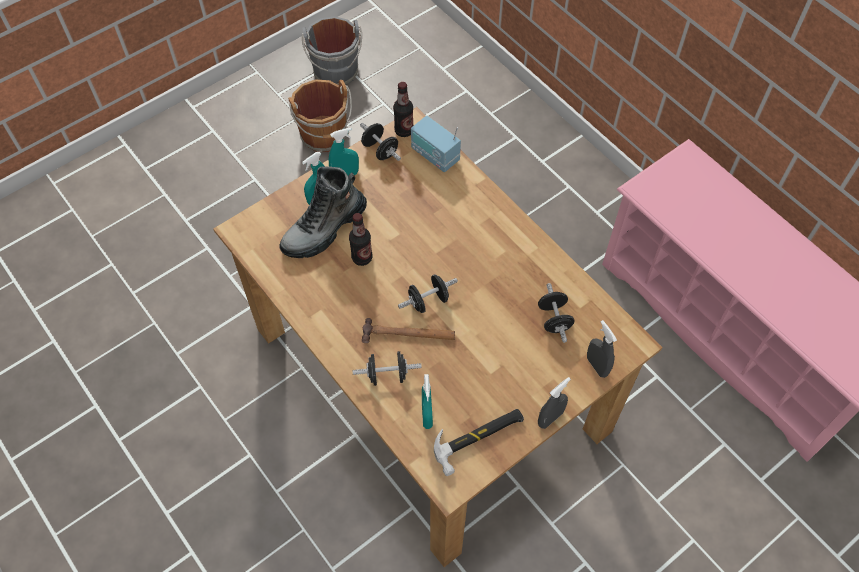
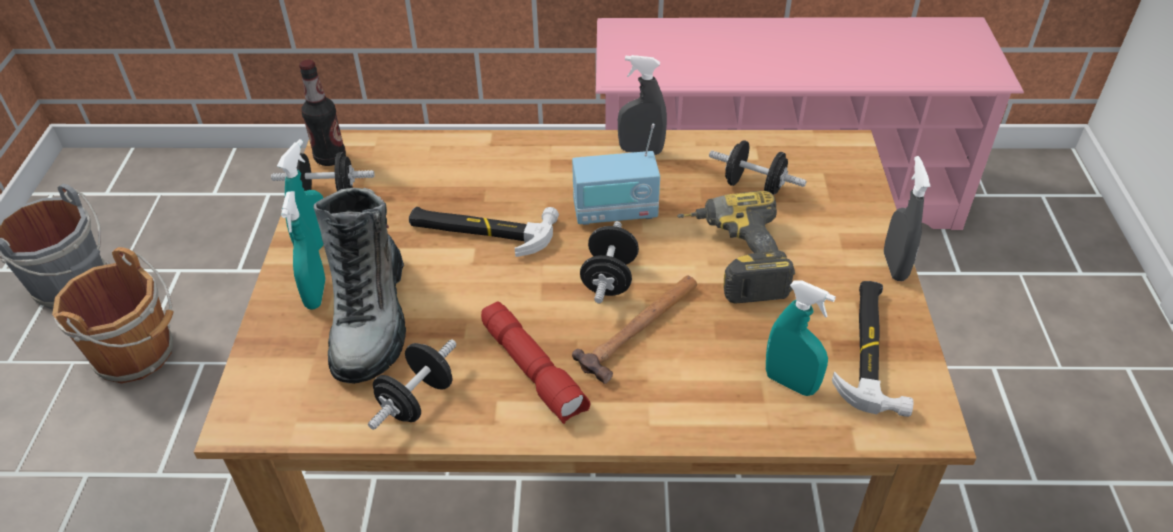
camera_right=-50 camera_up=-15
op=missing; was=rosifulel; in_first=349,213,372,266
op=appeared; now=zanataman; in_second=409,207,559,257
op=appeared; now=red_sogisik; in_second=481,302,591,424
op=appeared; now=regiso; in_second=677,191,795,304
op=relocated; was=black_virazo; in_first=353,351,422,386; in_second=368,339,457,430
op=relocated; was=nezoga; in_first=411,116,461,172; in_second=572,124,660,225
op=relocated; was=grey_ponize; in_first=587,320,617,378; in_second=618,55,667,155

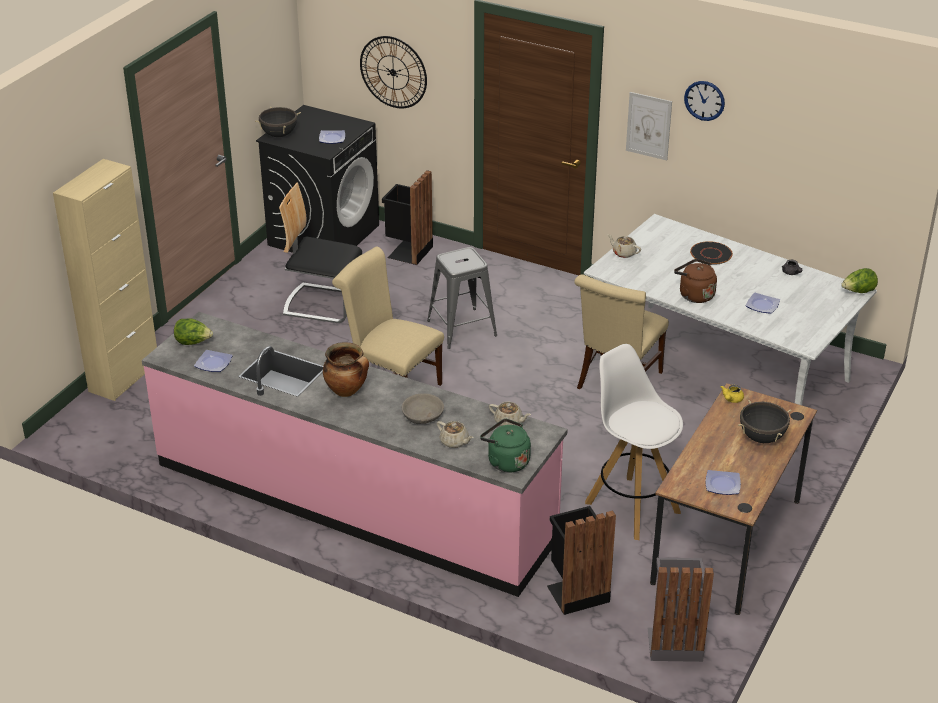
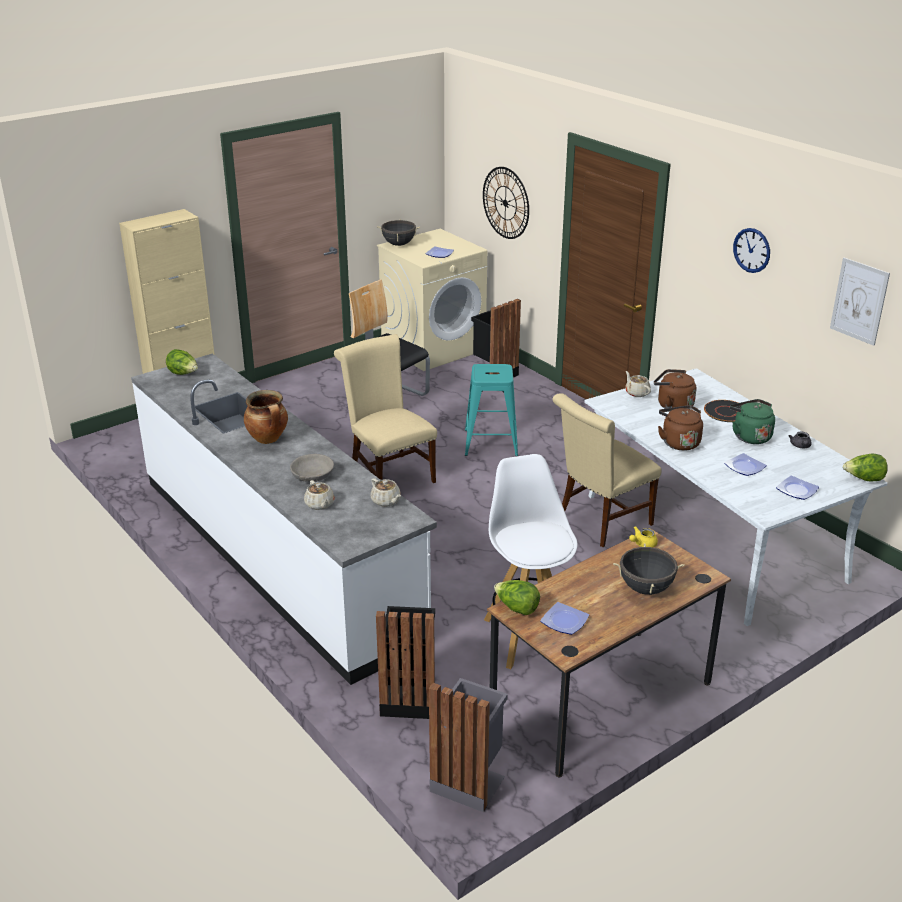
camera_right=25 camera_up=-5
op=appeared; now=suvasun; in_second=494,580,540,615
op=appeared; now=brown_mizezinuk; in_second=654,369,696,409
op=relocated; was=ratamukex; in_first=194,350,233,372; in_second=776,476,819,500
op=relocated; was=green_mizezinuk; in_first=480,419,531,473; in_second=730,399,775,444
op=relocated; was=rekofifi; in_first=626,92,672,160; in_second=830,258,890,346
op=colour; was=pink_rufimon; now=white_rufimon; in_first=142,312,568,597; in_second=131,354,437,685
op=colour; was=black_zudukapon; now=beige_zudukapon; in_first=256,105,379,253; in_second=377,229,487,371
op=colour; was=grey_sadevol; now=turquoise_sadevol; in_first=427,247,497,349; in_second=465,364,518,456

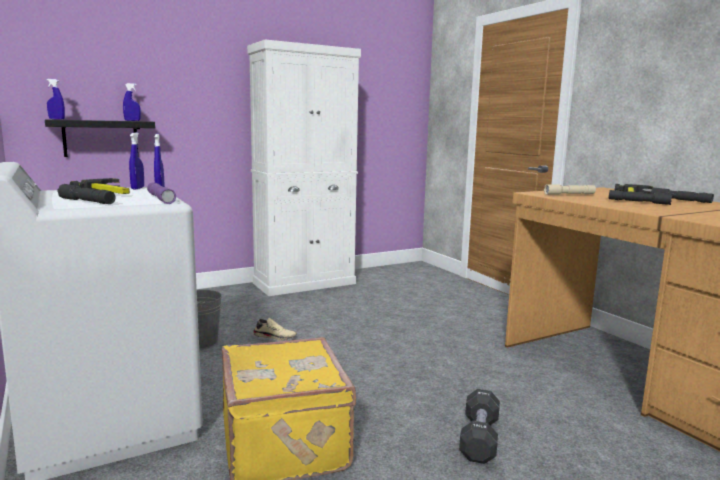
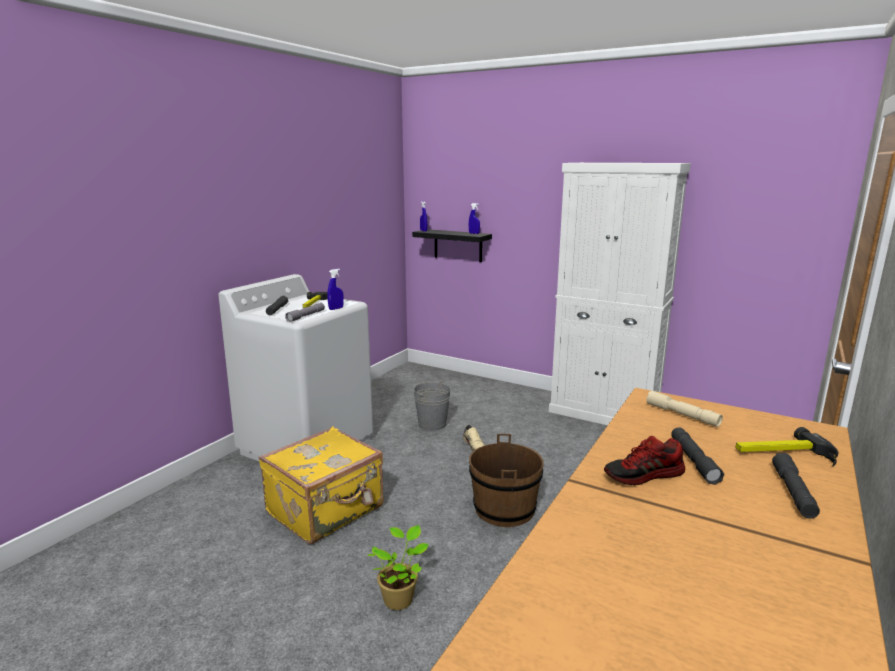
camera_right=60 camera_up=5
op=missing; was=blue_ponize; in_first=129,132,144,189
op=appeared; now=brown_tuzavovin; in_second=469,434,544,527
op=appeared; now=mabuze; in_second=604,436,685,485
op=exchanged; was=black_virazo; now=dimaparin; in_first=459,389,500,464; in_second=367,525,429,610
op=colour; was=purple_sogisik; now=grey_sogisik; in_first=147,182,176,204; in_second=285,303,325,322

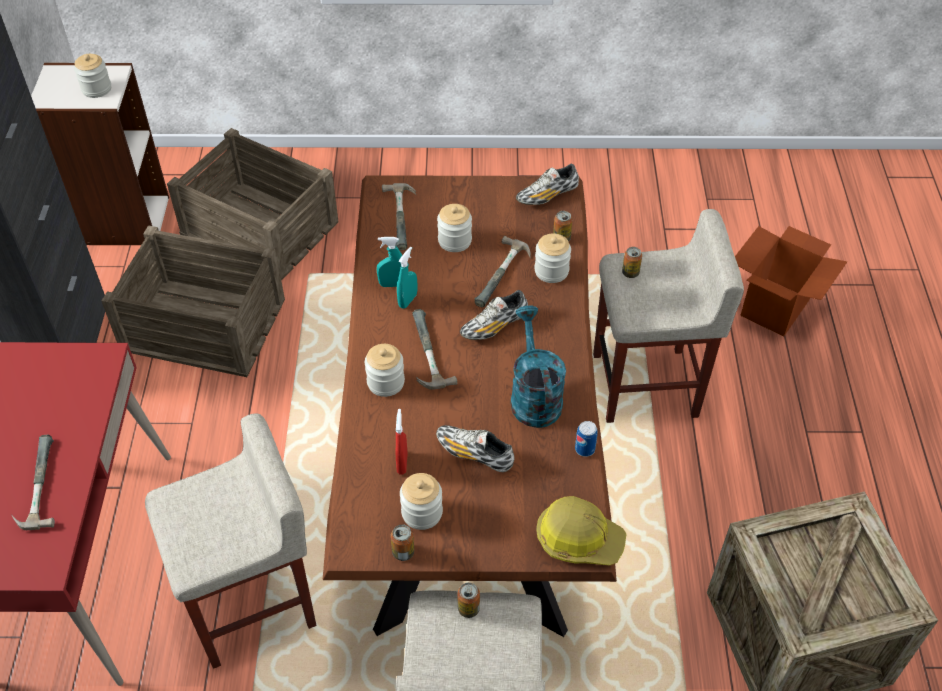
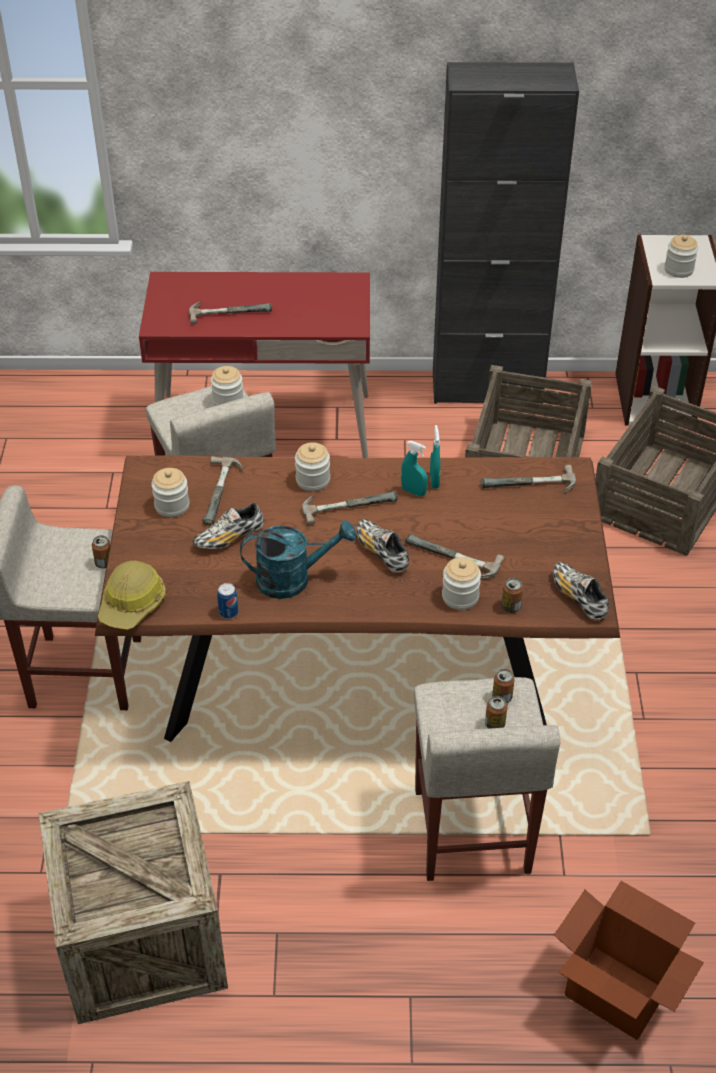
camera_right=90 camera_up=-5
op=relocated; was=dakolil; in_first=391,524,414,561; in_second=485,696,508,729
op=relocated; was=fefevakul; in_first=437,204,472,252; in_second=211,366,244,406
op=exchanged; was=red_ponize; now=zanataman; in_first=396,409,407,475; in_second=202,456,243,526
op=spun; was=mabuze; in_first=436,425,514,472; in_second=193,503,264,549; clockwise=-150

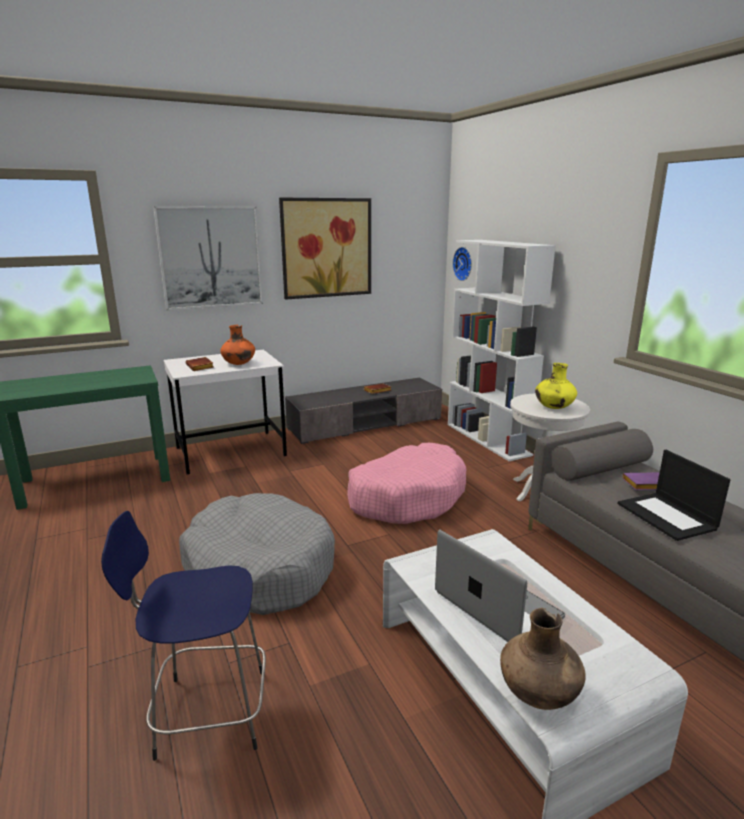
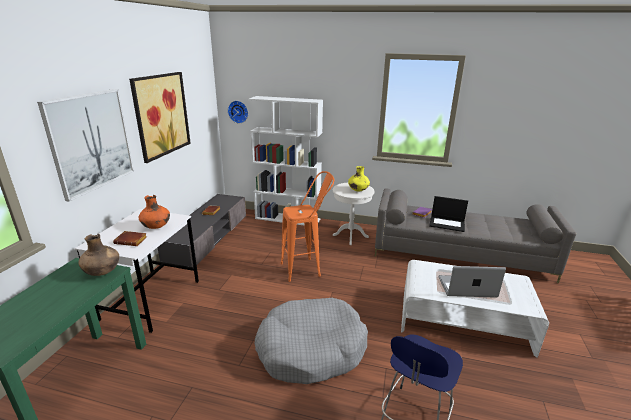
camera_right=-50 camera_up=5
op=relocated; was=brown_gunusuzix; in_first=500,608,586,710; in_second=78,234,119,276
op=exchanged; was=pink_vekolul; now=orange_sadevol; in_first=347,443,467,524; in_second=281,171,334,282

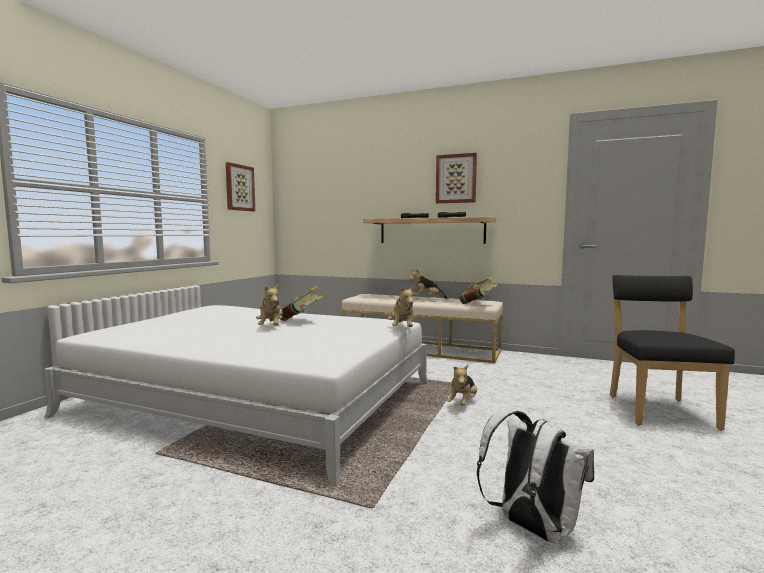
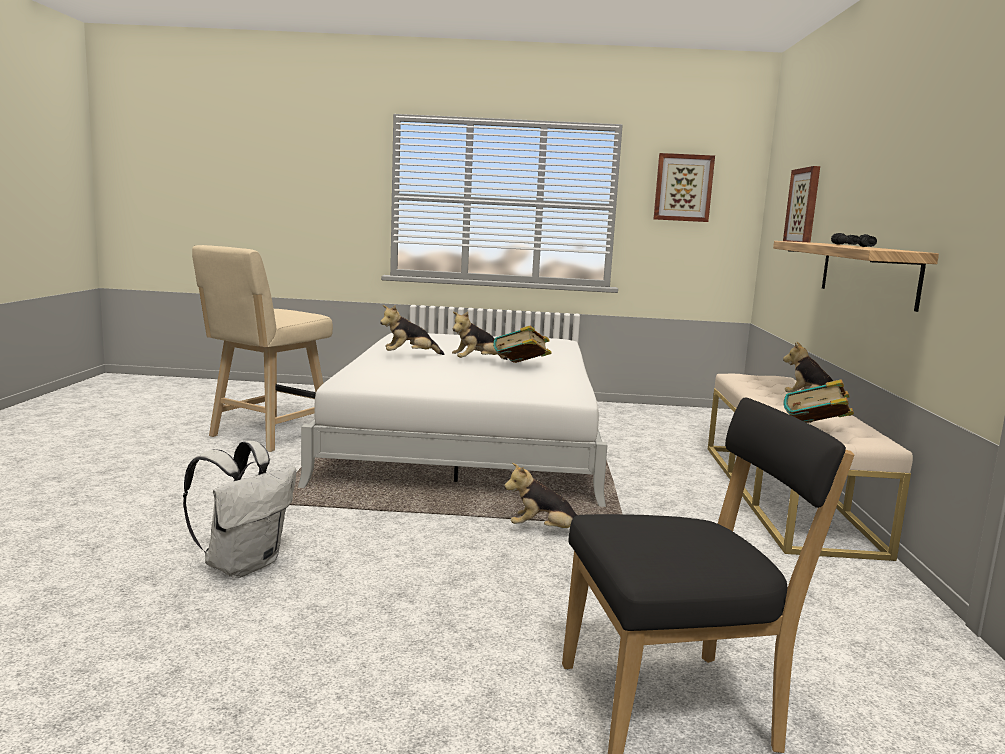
camera_right=70 camera_up=5
op=appeared; now=beige_sadevol; in_second=192,245,333,452
op=relocated; was=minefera; in_first=388,285,414,327; in_second=380,305,444,355
op=relocated; was=rekofifi; in_first=436,153,477,203; in_second=783,166,820,242

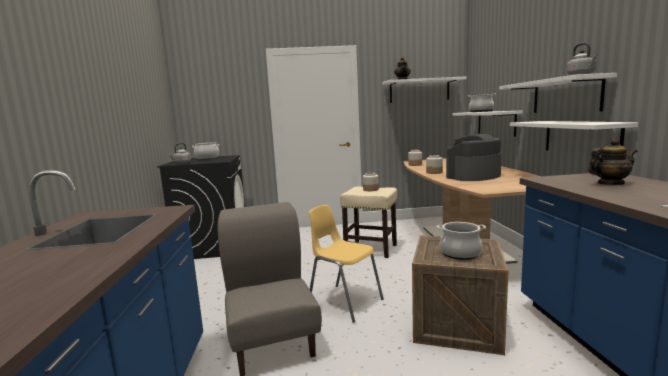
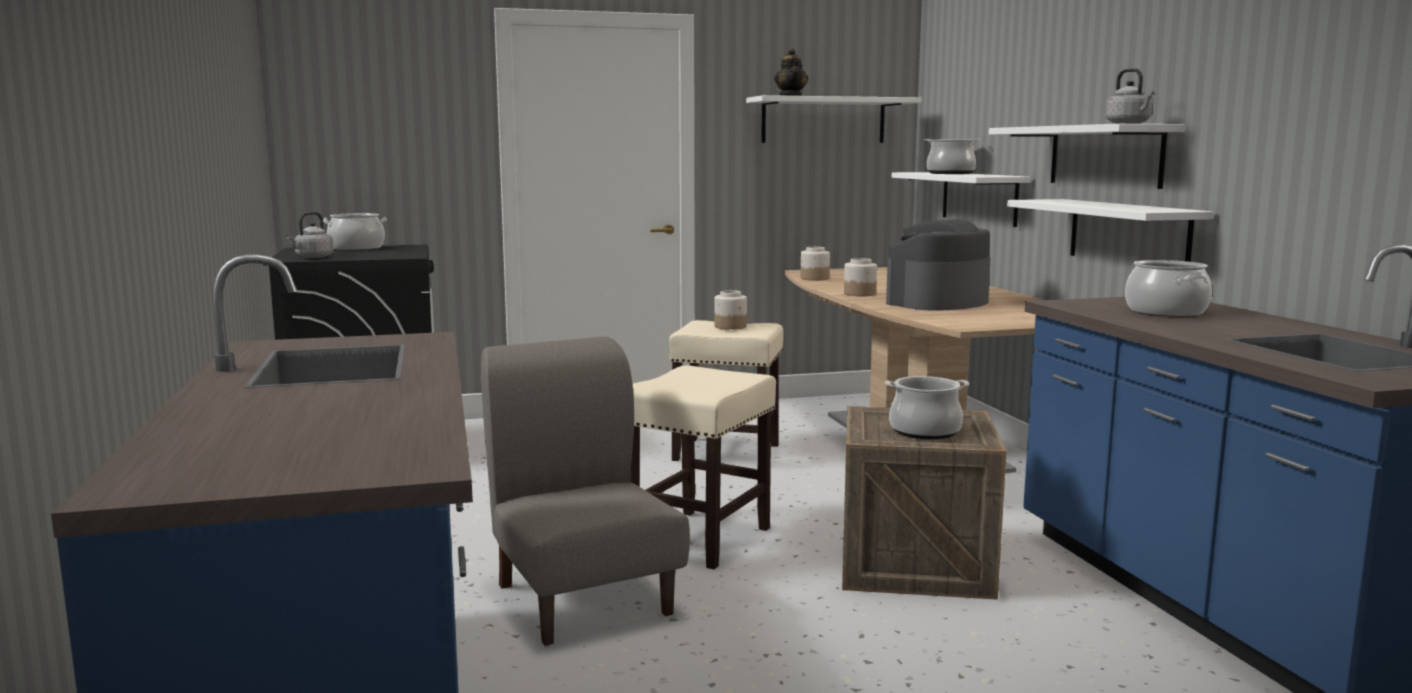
camera_right=-10 camera_up=0
op=exchanged; was=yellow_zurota; now=beige_sadevol; in_first=309,205,384,323; in_second=630,365,776,569
op=exchanged; was=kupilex; now=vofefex; in_first=588,139,638,185; in_second=1125,260,1212,317

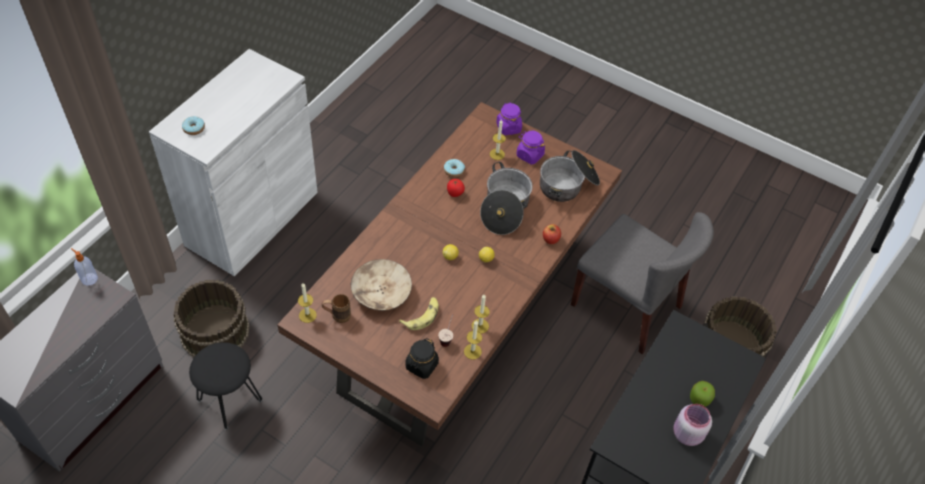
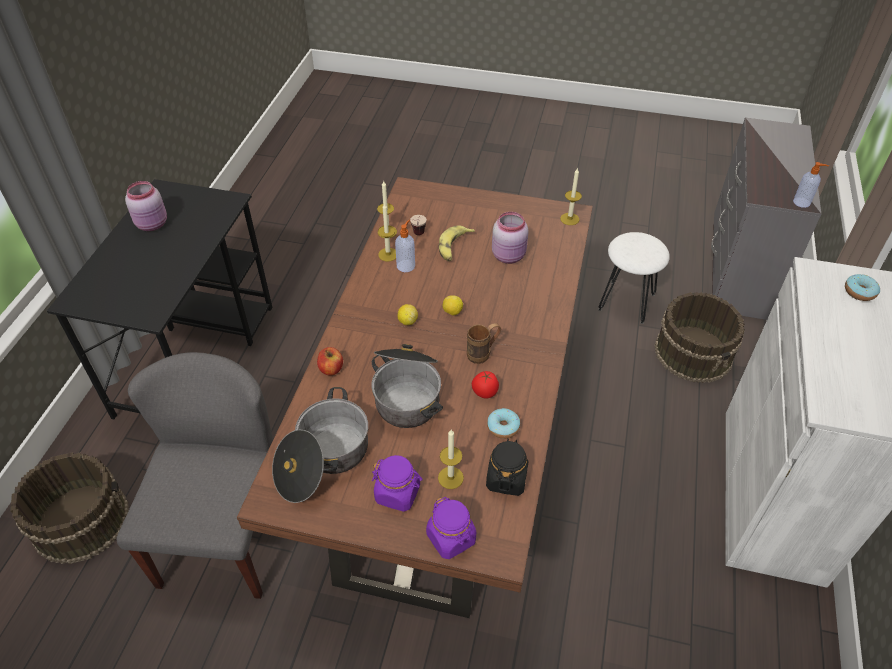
camera_right=165 camera_up=-5
op=missing; was=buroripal; in_first=690,381,715,407
op=appeared; now=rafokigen; in_second=395,220,415,272
op=relocated; was=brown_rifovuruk; in_first=322,294,351,323; in_second=467,323,501,364
op=relocated; was=black_fefevakul; in_first=405,338,439,379; in_second=486,439,528,496
op=exchanged; was=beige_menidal; now=pink_fefevakul; in_first=351,259,412,311; in_second=492,212,529,264
op=colour; was=black_sadevol; now=white_sadevol; in_first=189,342,262,430; in_second=598,232,670,324
op=spun; was=grey_zurota; in_first=571,212,714,354; in_second=116,352,273,599; clockwise=75

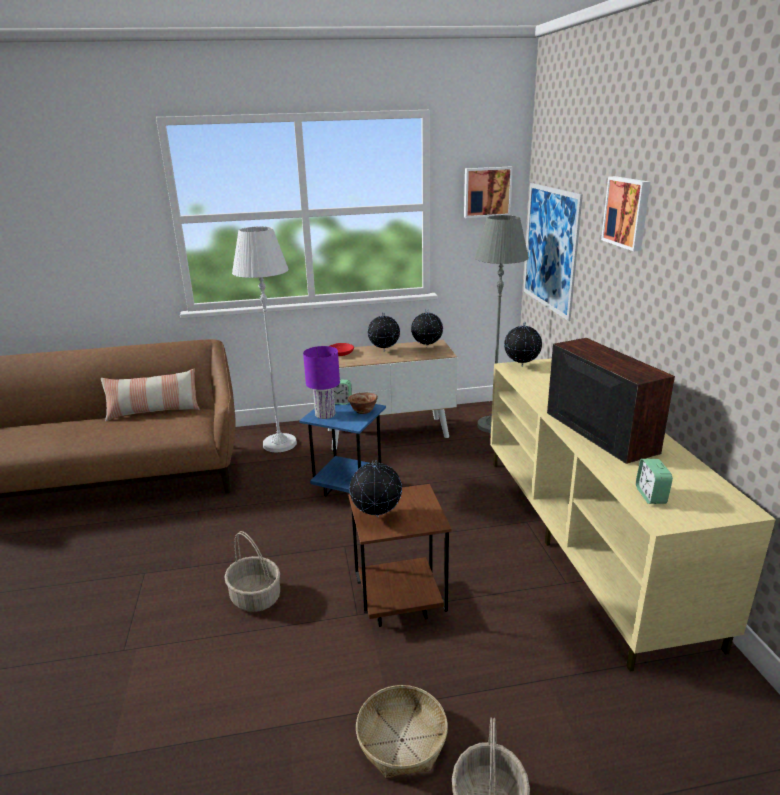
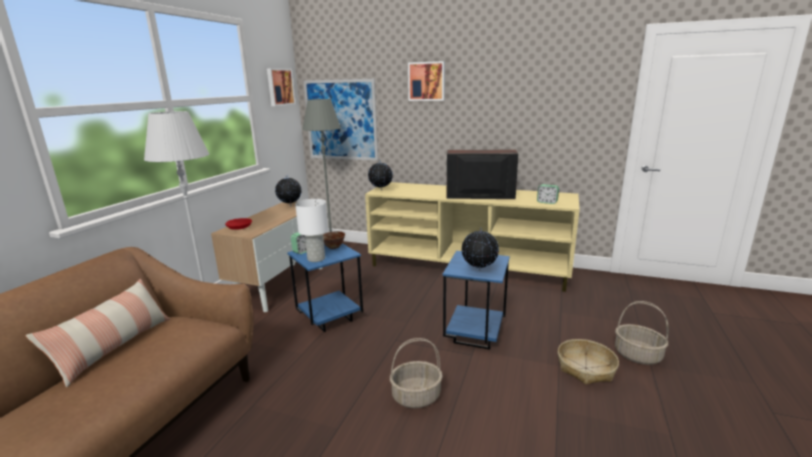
camera_right=-60 camera_up=-5
op=missing; was=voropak; in_first=368,312,400,352
op=colour; was=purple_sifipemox; now=white_sifipemox; in_first=303,346,340,419; in_second=295,199,329,262
op=colour; was=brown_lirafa; now=blue_lirafa; in_first=349,484,452,627; in_second=443,251,510,350

